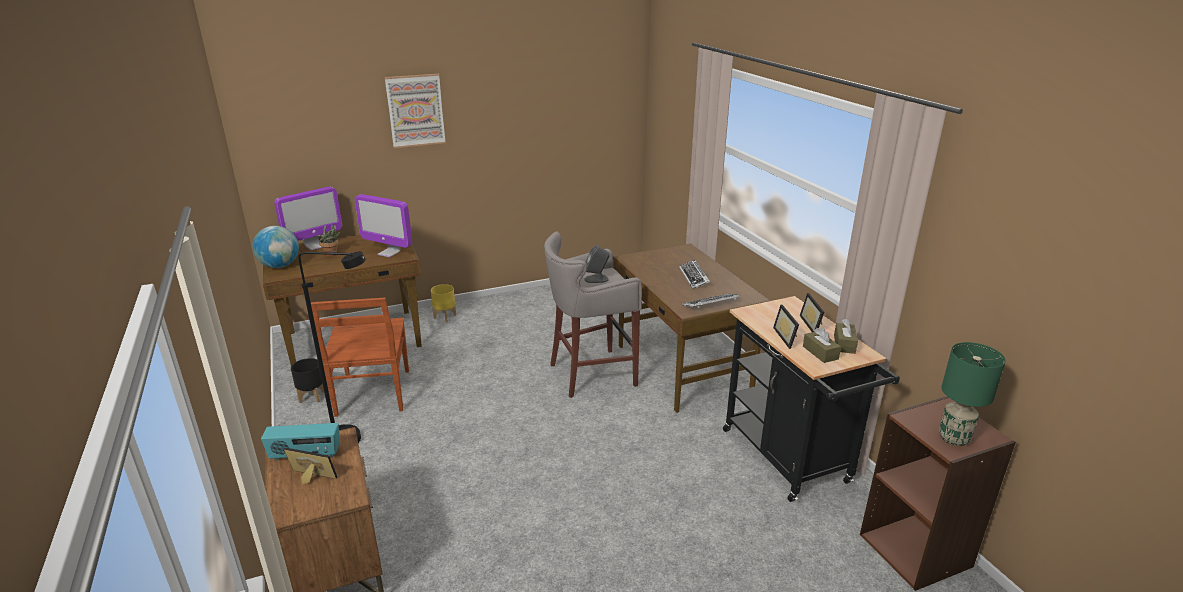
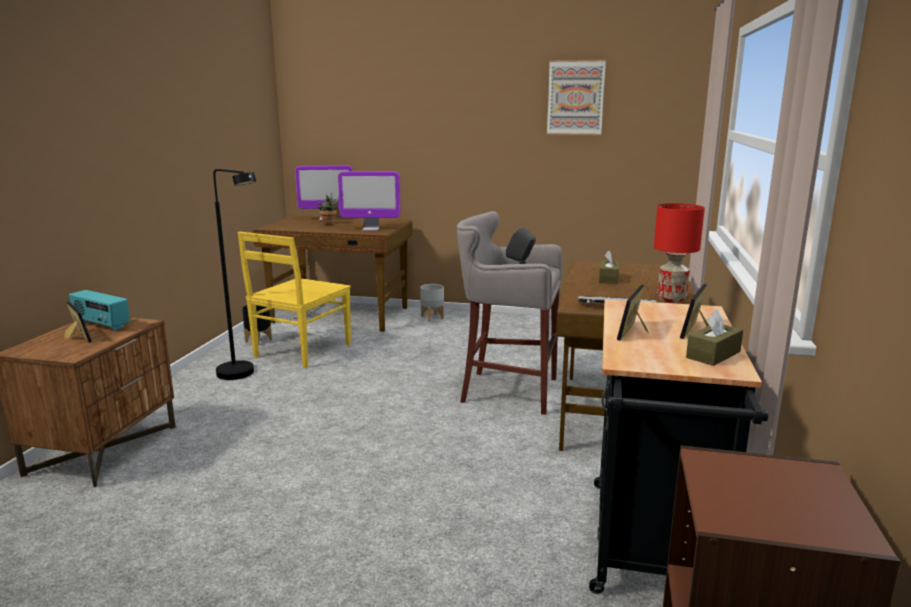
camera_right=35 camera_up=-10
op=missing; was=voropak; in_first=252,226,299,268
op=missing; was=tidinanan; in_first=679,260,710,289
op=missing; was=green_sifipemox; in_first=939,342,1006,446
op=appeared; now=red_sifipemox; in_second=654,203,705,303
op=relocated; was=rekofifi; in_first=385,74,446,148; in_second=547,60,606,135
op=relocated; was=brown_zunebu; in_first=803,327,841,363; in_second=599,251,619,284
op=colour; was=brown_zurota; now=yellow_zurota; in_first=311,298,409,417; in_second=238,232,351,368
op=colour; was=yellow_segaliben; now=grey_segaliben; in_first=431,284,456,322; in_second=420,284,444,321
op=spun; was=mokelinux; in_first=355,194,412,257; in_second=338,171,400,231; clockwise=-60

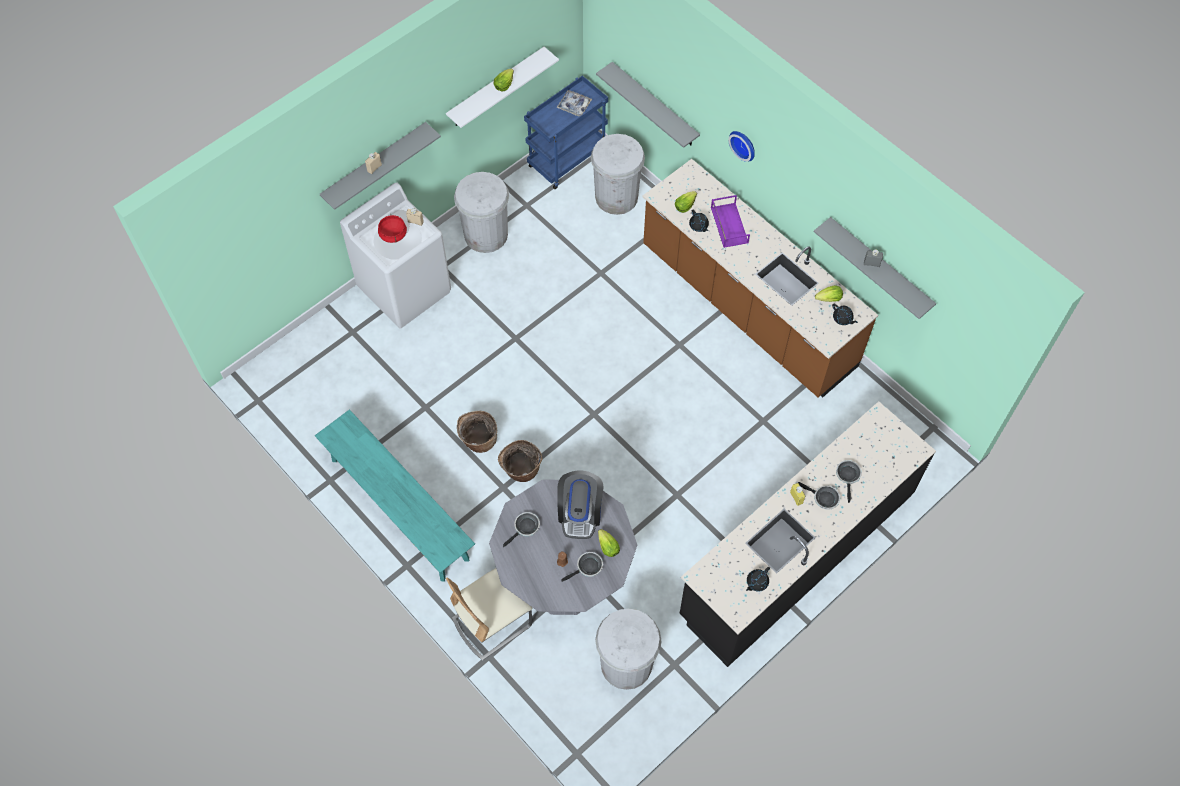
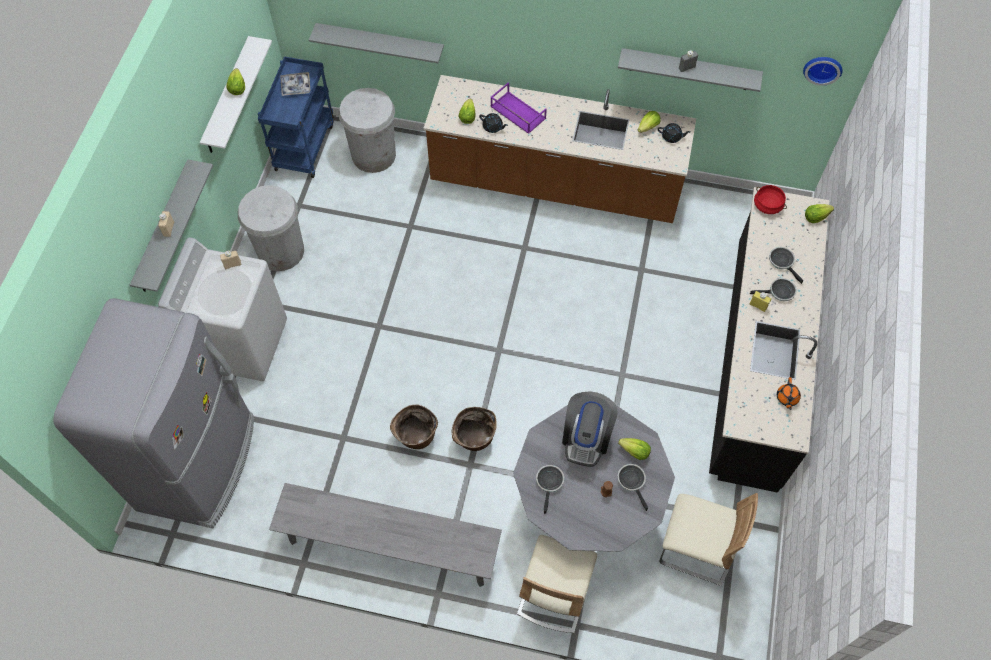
camera_right=-35 camera_up=0
op=appeared; now=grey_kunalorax; in_second=53,298,254,528
op=appeared; now=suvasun; in_second=805,204,834,223
op=relocated; was=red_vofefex; in_first=378,215,407,243; in_second=754,185,787,214
op=relocated; was=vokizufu; in_first=728,131,755,162; in_second=803,57,843,86
op=exchanged; was=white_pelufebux; now=beige_zurota; in_first=595,609,662,690; in_second=659,493,758,586
op=colour; was=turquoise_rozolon; now=grey_rozolon; in_first=315,410,475,582; in_second=269,483,502,587
op=colour; was=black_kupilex; now=orange_kupilex; in_first=746,567,770,592; in_second=777,377,801,410
op=spun; was=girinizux; in_first=557,470,603,539; in_second=562,391,617,467; clockwise=45
op=spun; was=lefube; in_first=562,552,603,582; in_second=617,464,648,511; clockwise=-45

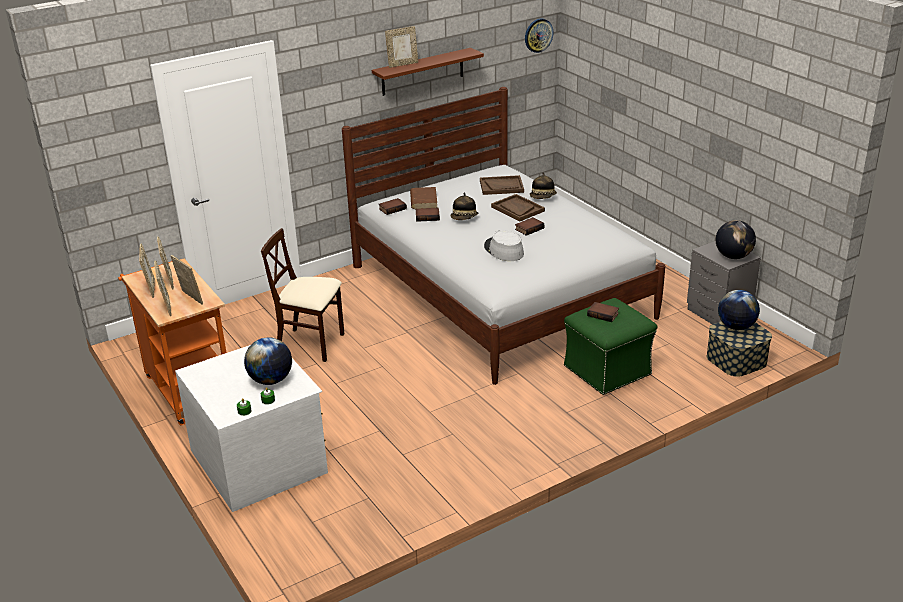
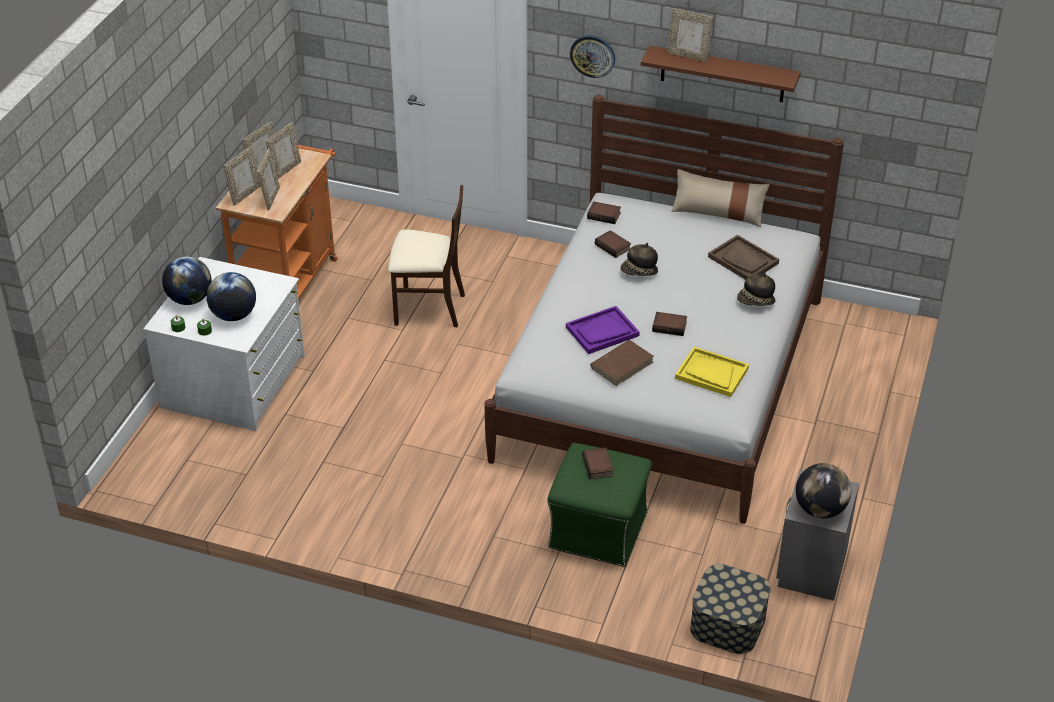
camera_right=50 camera_up=10
op=missing; was=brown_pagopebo; in_first=491,194,545,222
op=appeared; now=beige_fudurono; in_second=671,169,769,227
op=appeared; now=yellow_pagopebo; in_second=675,347,749,397
op=relocated; was=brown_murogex; in_first=410,187,437,209; in_second=590,340,654,386
op=relocated; was=vokizufu; in_first=525,19,553,53; in_second=570,35,615,78
op=relocated; was=voropak; in_first=718,290,760,330; in_second=162,256,212,305
op=exchanged; was=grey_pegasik; now=purple_pagopebo; in_first=484,230,524,261; in_second=566,306,640,354
op=spun; was=beige_zurota; in_first=261,228,344,362; in_second=388,185,465,327; clockwise=120

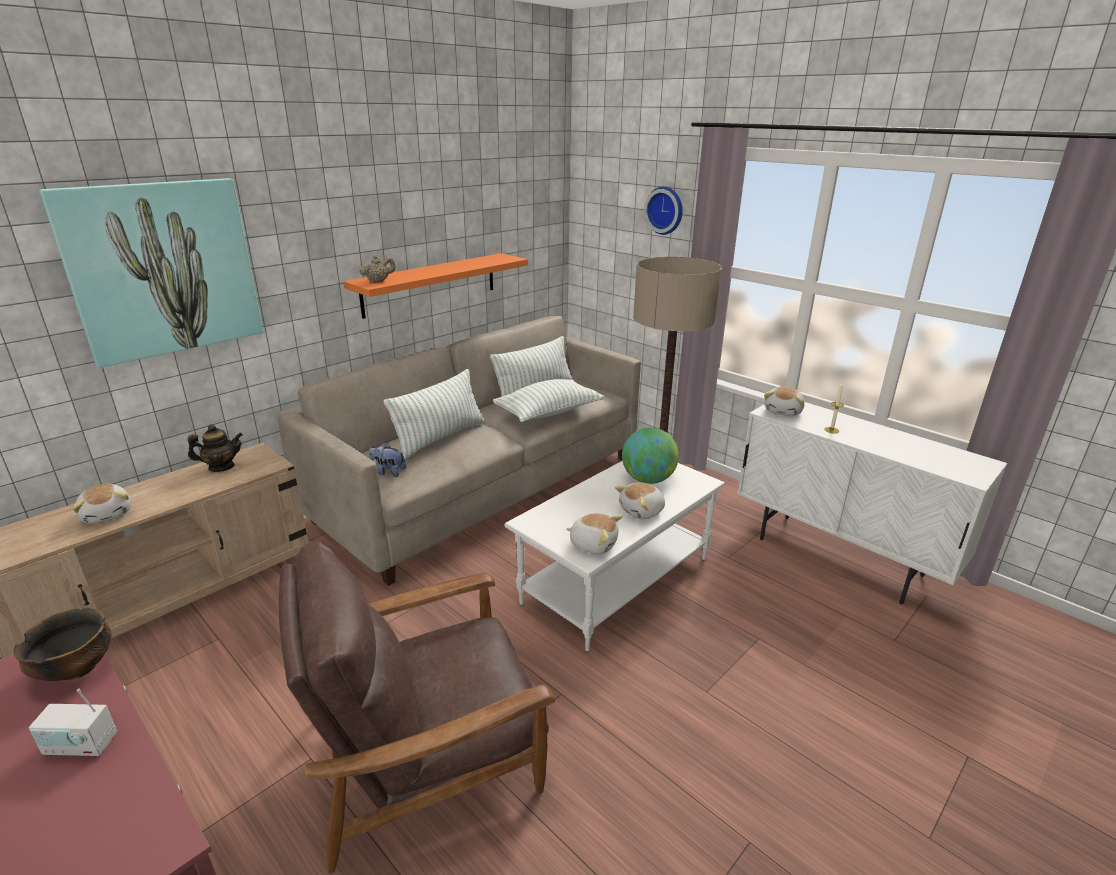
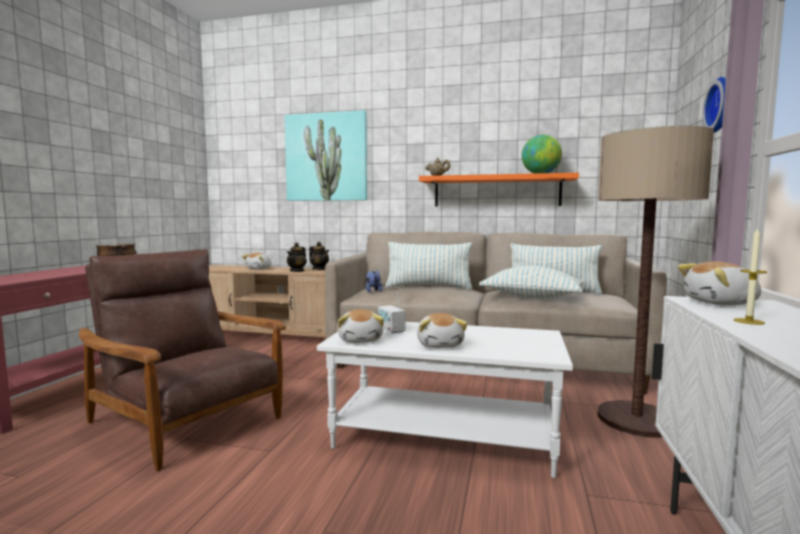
camera_right=60 camera_up=-20
op=appeared; now=kupilex; in_second=287,242,307,272
op=relocated; was=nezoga; in_first=29,689,117,757; in_second=378,293,405,333
op=relocated; was=voropak; in_first=622,427,679,484; in_second=522,135,562,173
op=spun; was=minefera; in_first=615,482,665,519; in_second=417,313,467,348; clockwise=-120

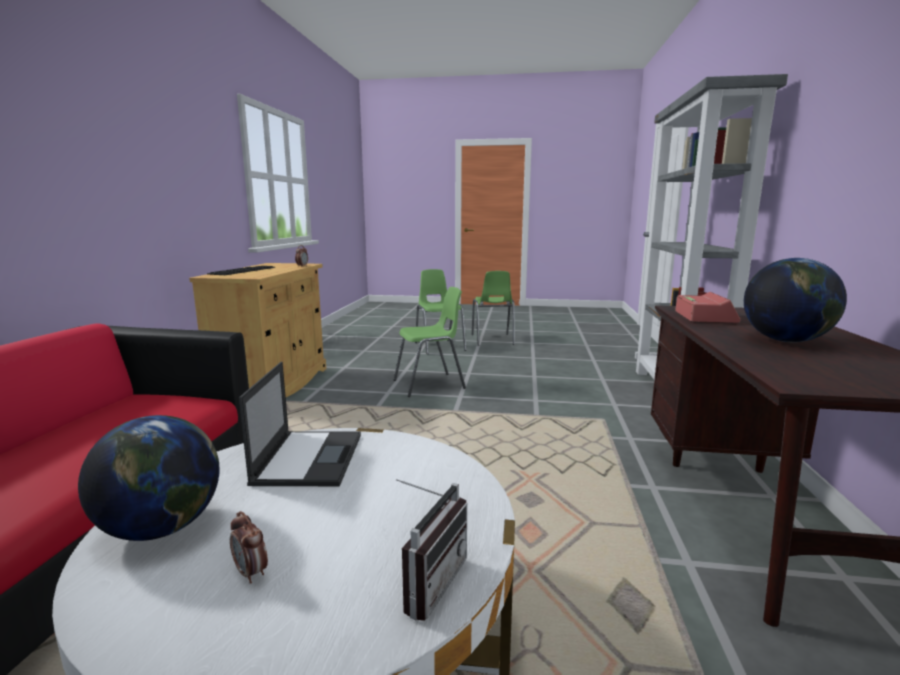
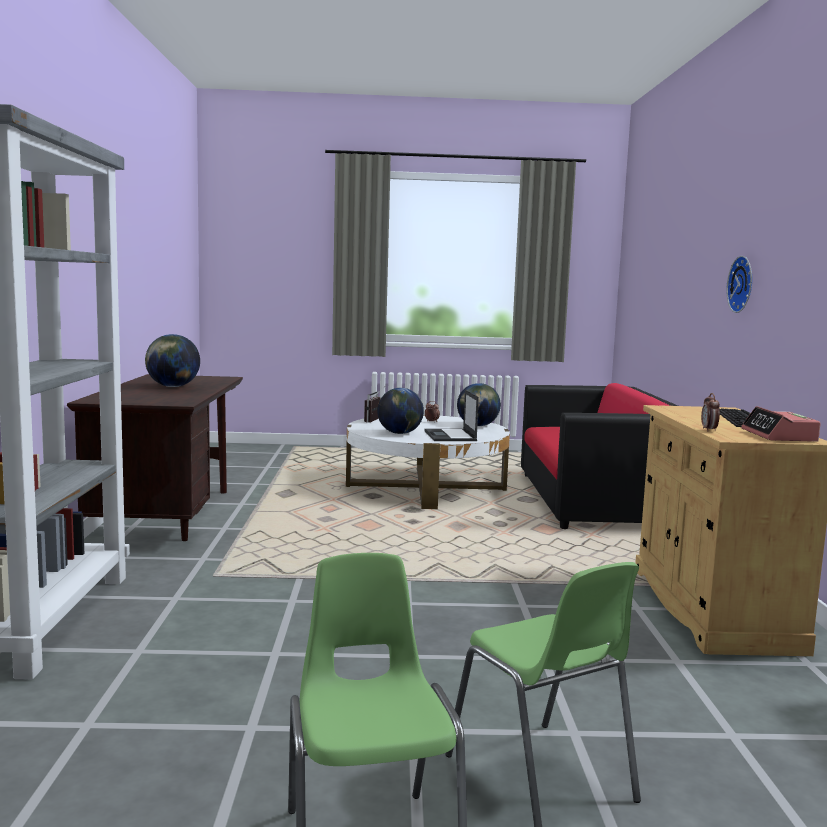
camera_right=170 camera_up=-5
op=missing; was=green_zurota; in_first=394,287,466,397
op=appeared; now=voropak; in_second=377,388,424,434
op=appeared; now=vokizufu; in_second=726,256,752,313
op=relocated; was=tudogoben; in_first=675,292,740,323; in_second=741,406,821,442

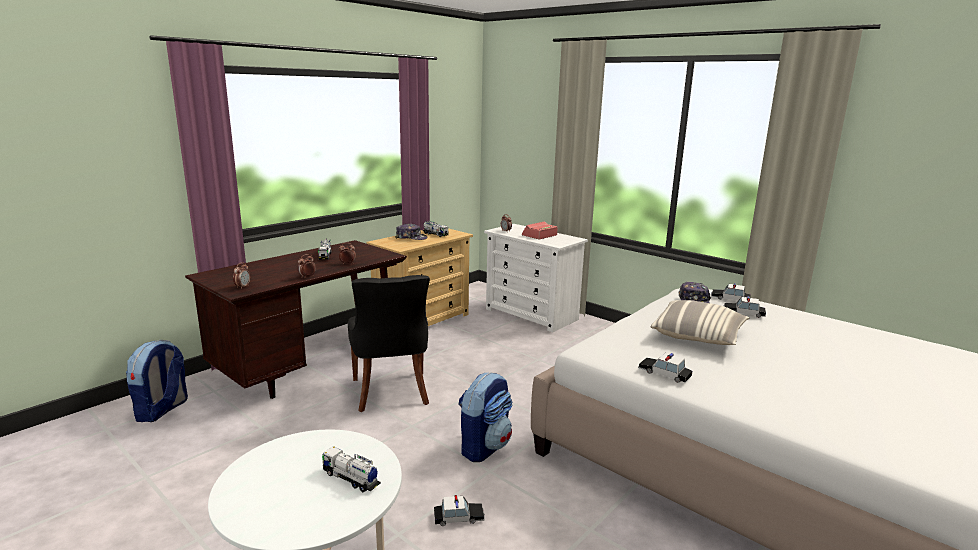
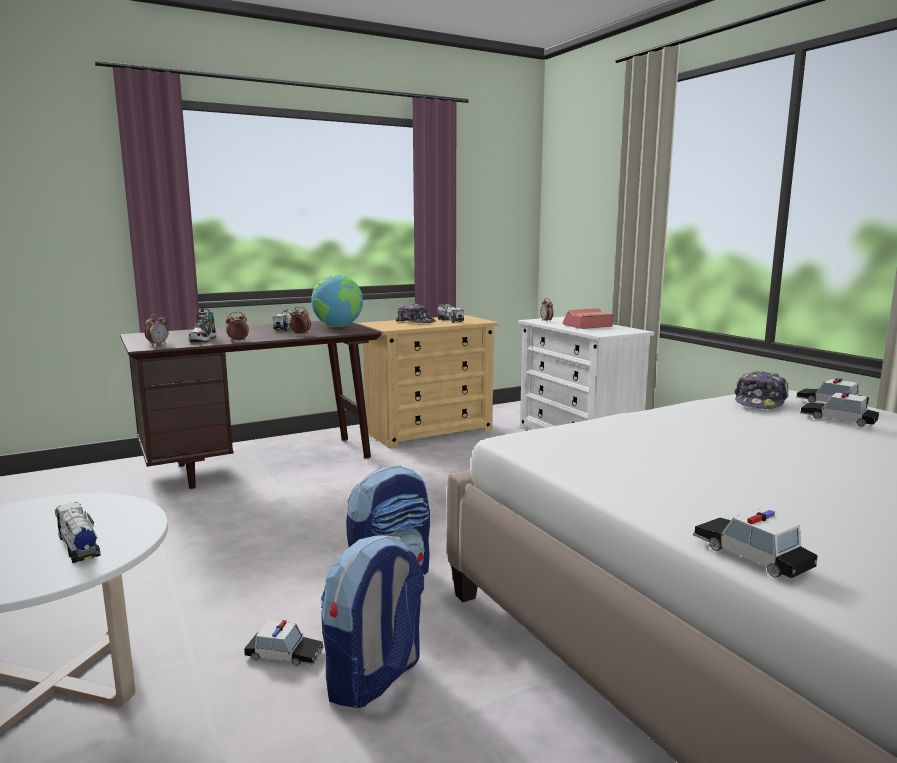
camera_right=20 camera_up=-5
op=missing; was=black_zurota; in_first=348,275,430,412
op=missing; was=fudurono; in_first=651,300,749,345
op=appeared; now=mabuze; in_second=189,309,216,342
op=appeared; now=voropak; in_second=311,275,363,327
op=relocated; was=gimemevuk; in_first=126,340,188,422; in_second=321,535,424,708
op=relocated; was=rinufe; in_first=638,353,692,383; in_second=693,509,818,578

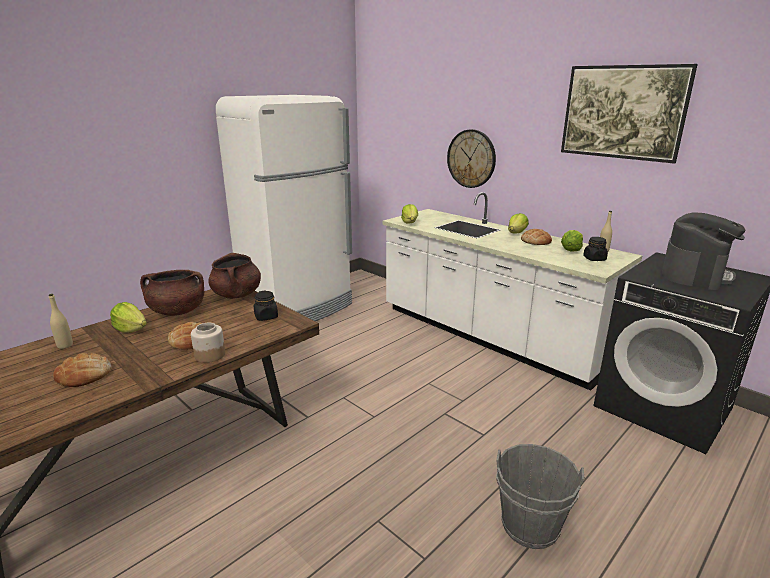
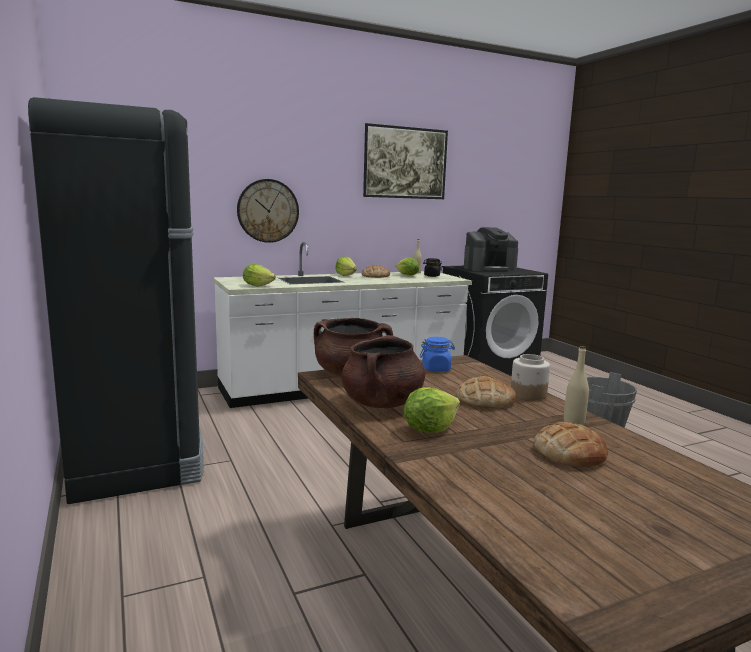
camera_right=-70 camera_up=-10
op=relocated; was=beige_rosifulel; in_first=49,294,73,349; in_second=564,346,589,426
op=colour; was=white_kunalorax; now=black_kunalorax; in_first=216,95,352,321; in_second=28,97,204,504
op=colour; was=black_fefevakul; now=blue_fefevakul; in_first=254,291,278,321; in_second=420,337,455,371
op=spun; was=girinizux; in_first=662,212,745,290; in_second=464,227,518,272; clockwise=105

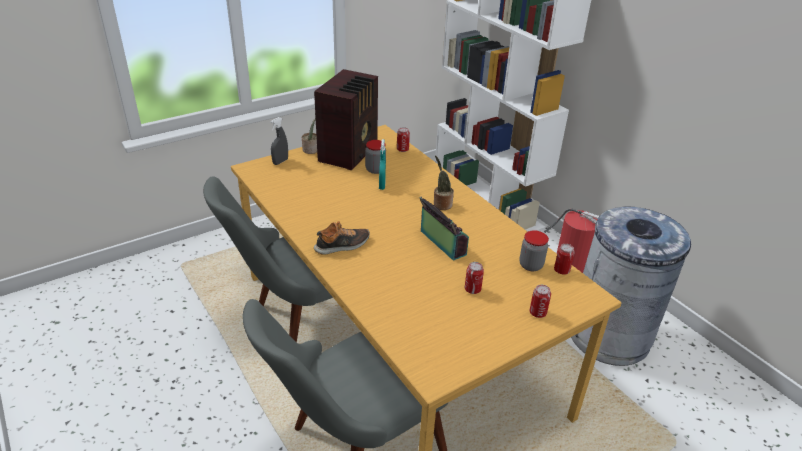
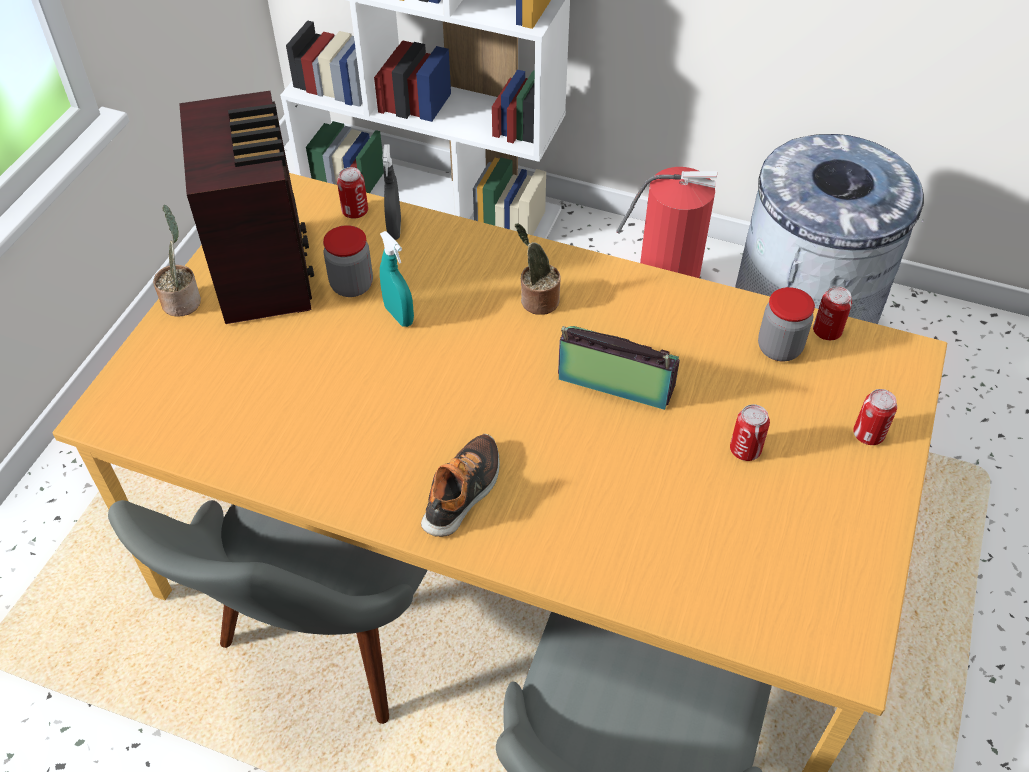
camera_right=-35 camera_up=15
op=relocated; was=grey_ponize; in_first=270,117,288,165; in_second=382,144,401,240

